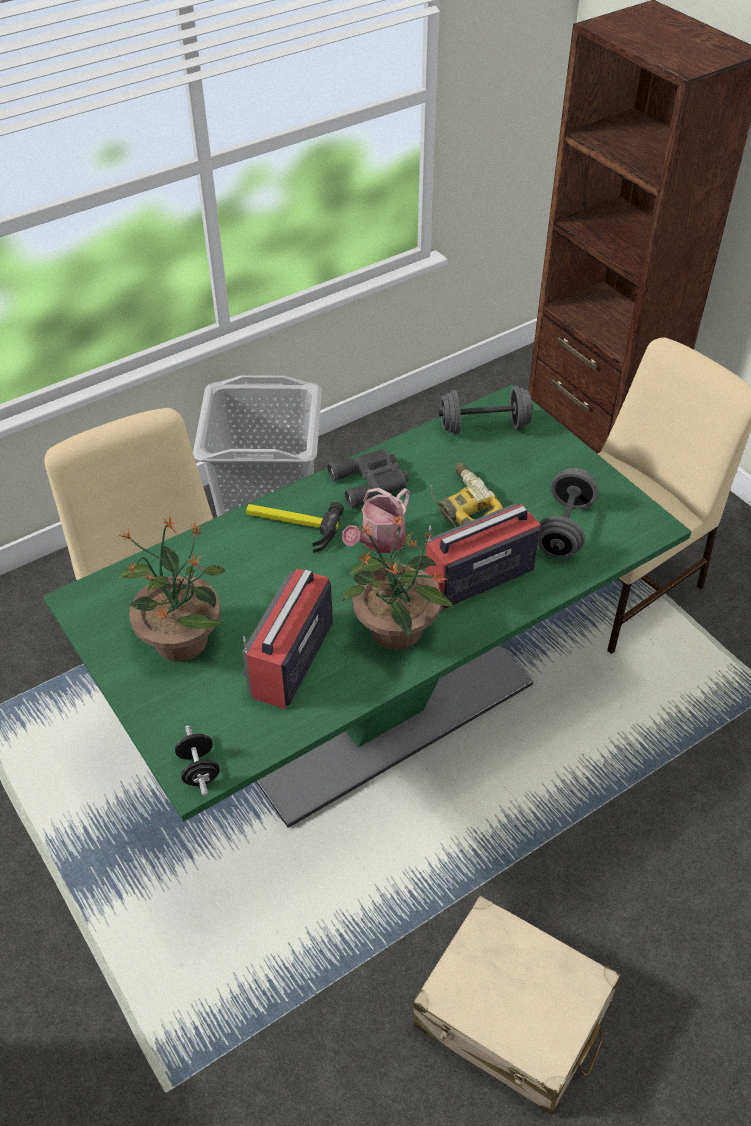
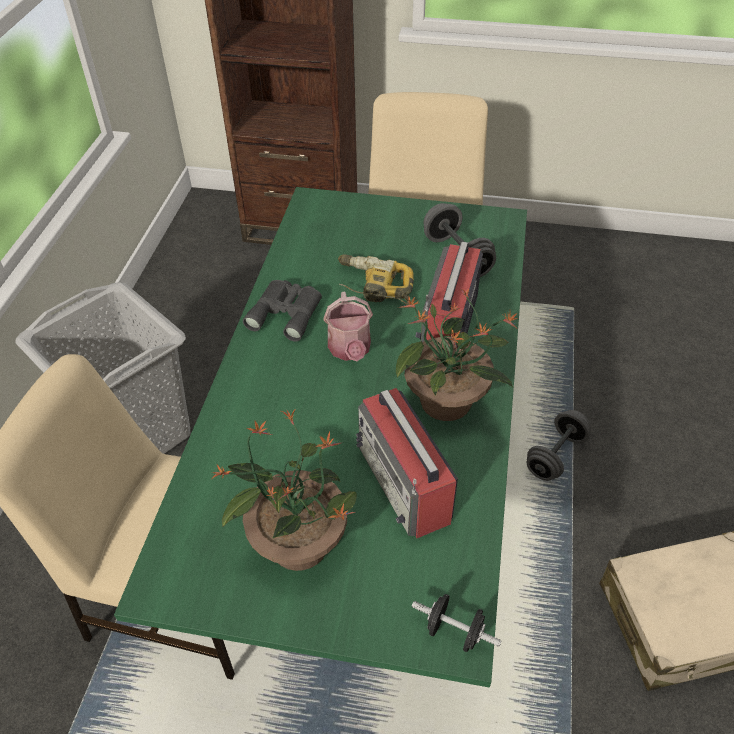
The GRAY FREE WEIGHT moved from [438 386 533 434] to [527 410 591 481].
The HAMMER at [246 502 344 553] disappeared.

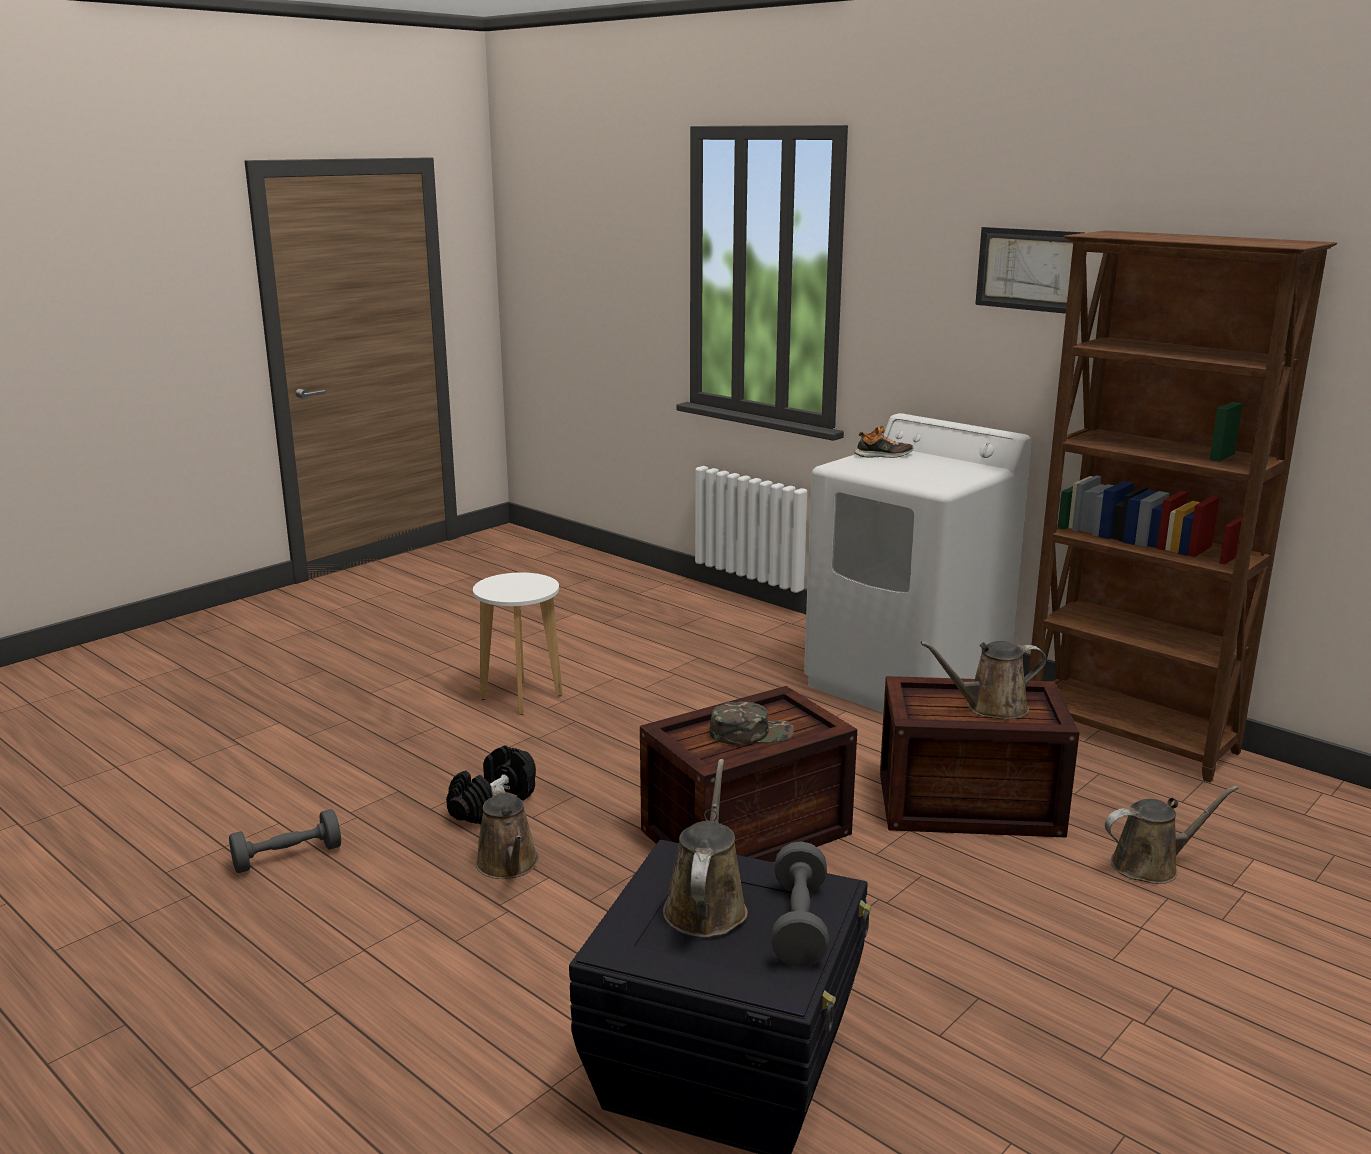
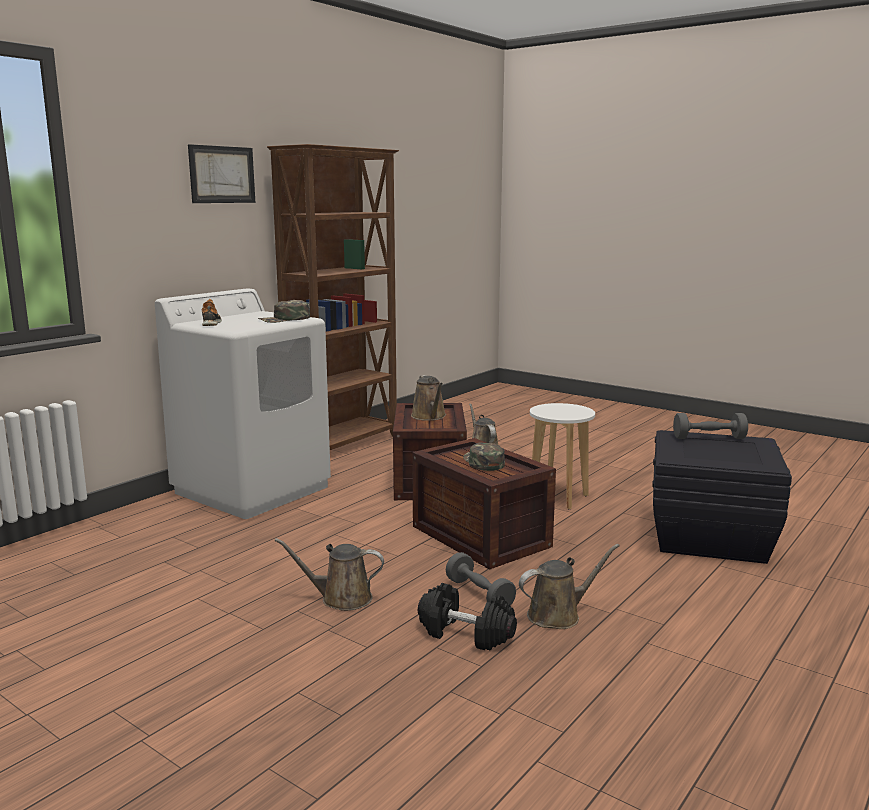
The WHITE SITTING STOOL moved from [473 573 563 715] to [530 403 595 509].
The BROWNISH WATERING POT moved from [663 759 748 937] to [275 538 384 611].
The GRAY FREE WEIGHT moved from [229 809 341 873] to [446 552 516 605].
The GREEN PEAKED CAP at [258 300 310 323] appeared.

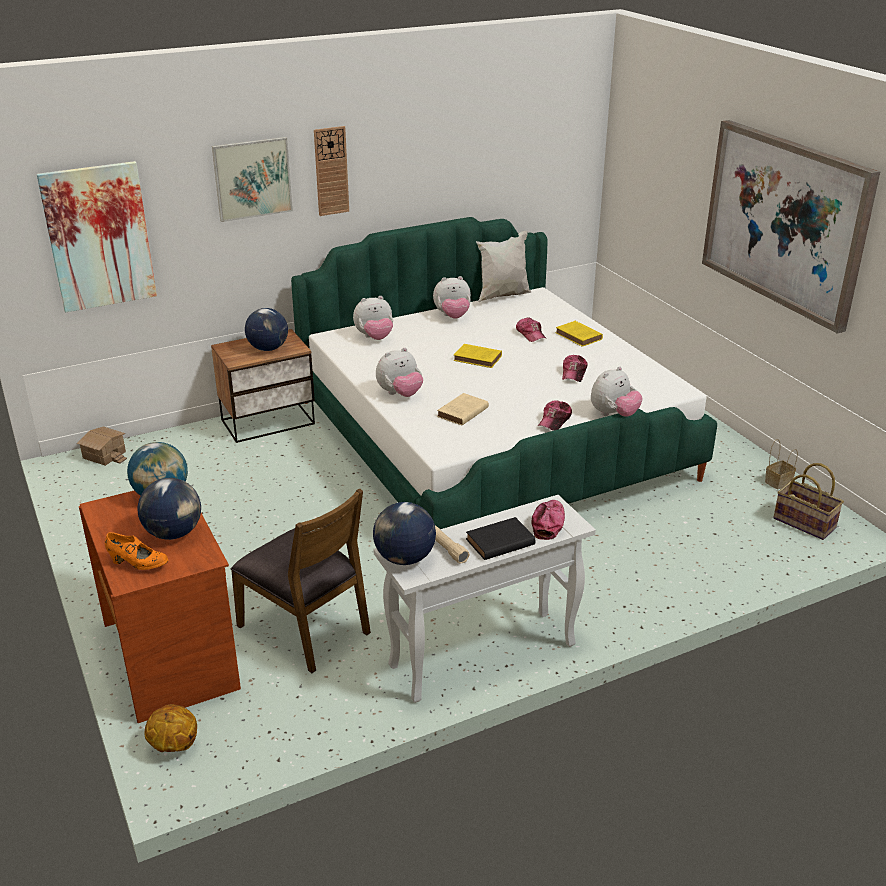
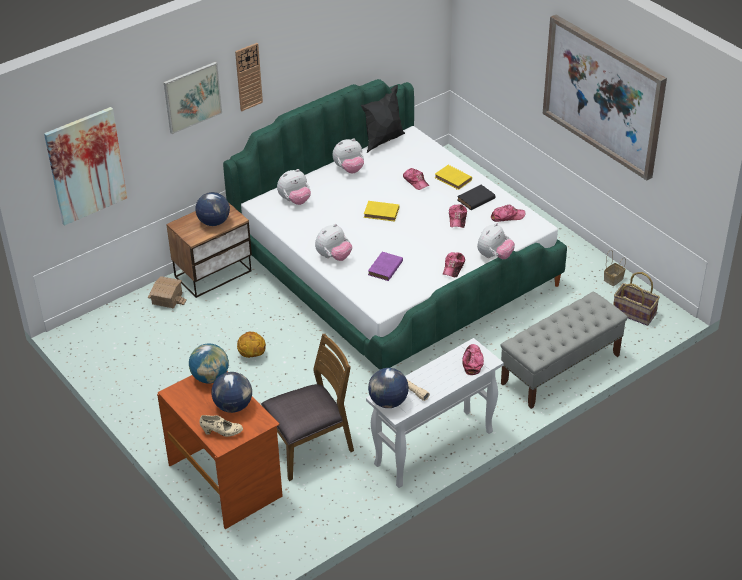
The WHITE CUSHION at [476 231 531 302] became the BLACK CUSHION at [361 85 405 153].
The SAND-COLOURED VOLUME at [437 393 489 426] became the PURPLE VOLUME at [368 252 403 281].
The MODEL HOUSE moved from [77 427 127 466] to [148 276 187 308].
The BROWNISH PLAIN CHAIR at [231 488 371 673] turned 60 degrees counterclockwise.
The BLACK VOLUME moved from [466 517 535 560] to [457 185 495 210].
The ORANGE SHOE at [105 532 168 570] became the SAND-COLOURED SHOE at [200 415 243 437].
The BALL FOR BASKETBALL moved from [145 704 197 752] to [237 332 266 358].
The PEAKED CAP at [491 204 525 222] appeared.
The GRAY BENCH at [501 292 628 409] appeared.

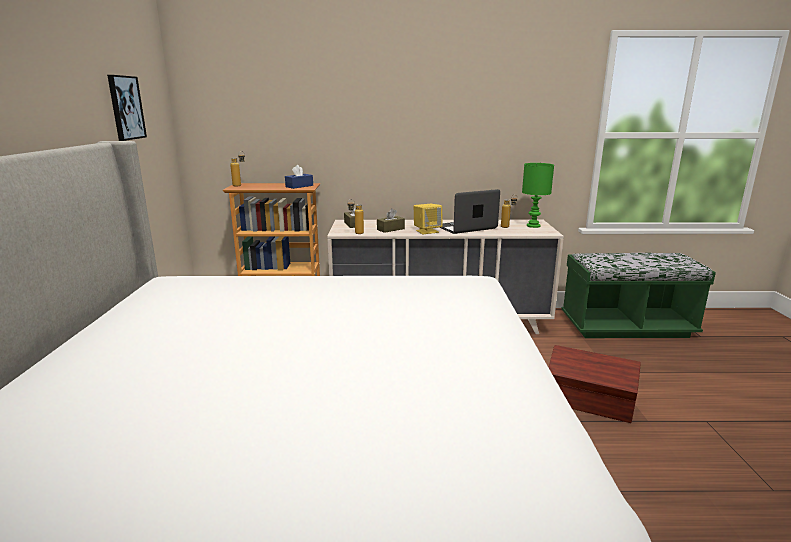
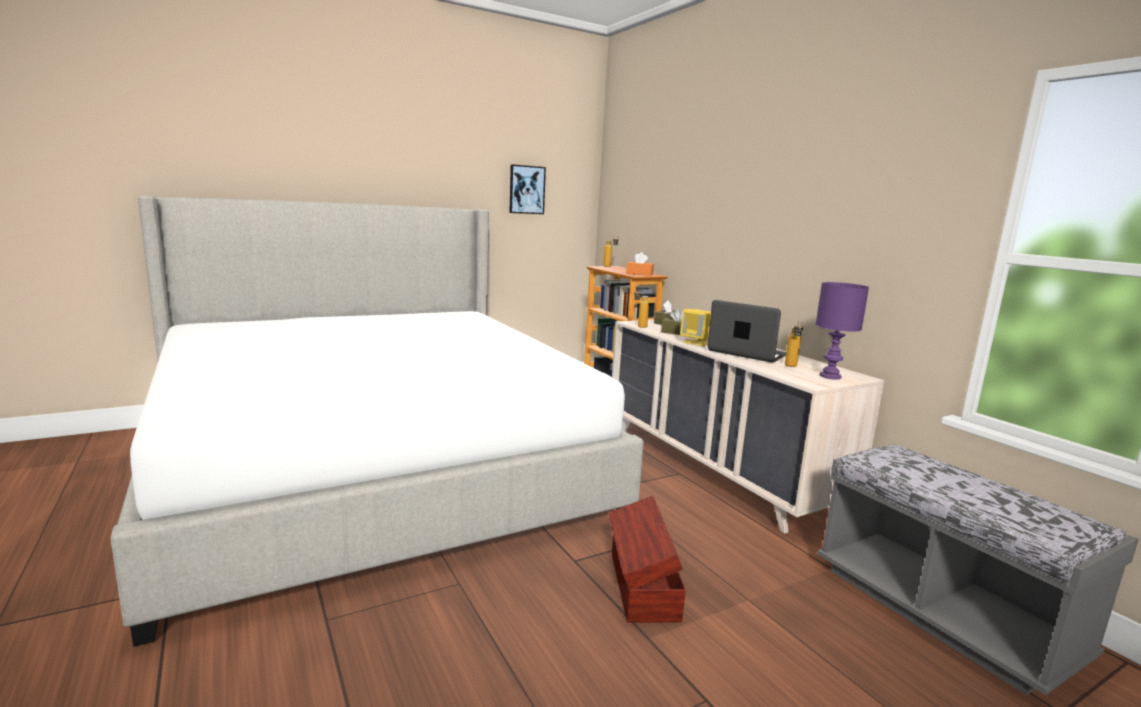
The GREEN TABLE LAMP at [522 163 554 228] became the PURPLE TABLE LAMP at [815 282 869 379].
The BLUE-COLOURED TISSUE BOX at [285 165 313 189] became the ORANGE TISSUE BOX at [626 252 654 276].
The GREEN BENCH at [561 253 716 338] became the GRAY BENCH at [817 444 1139 695].

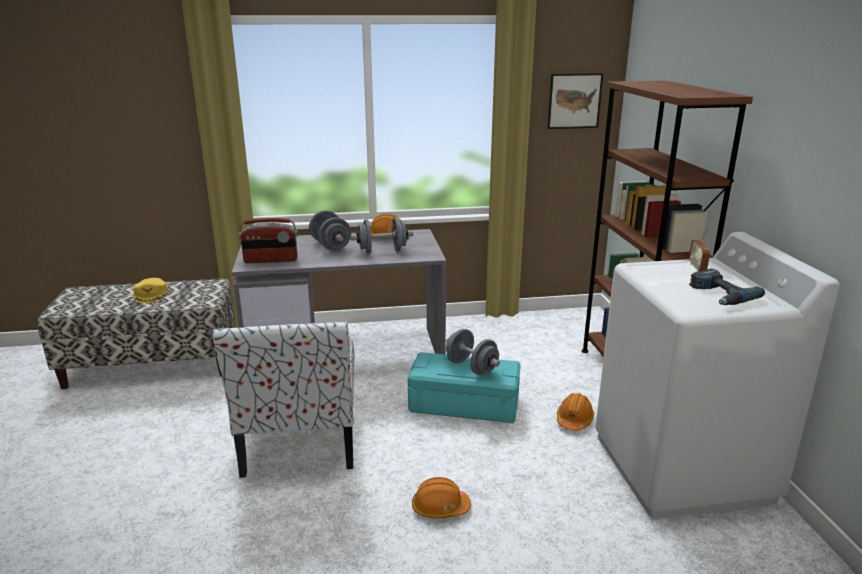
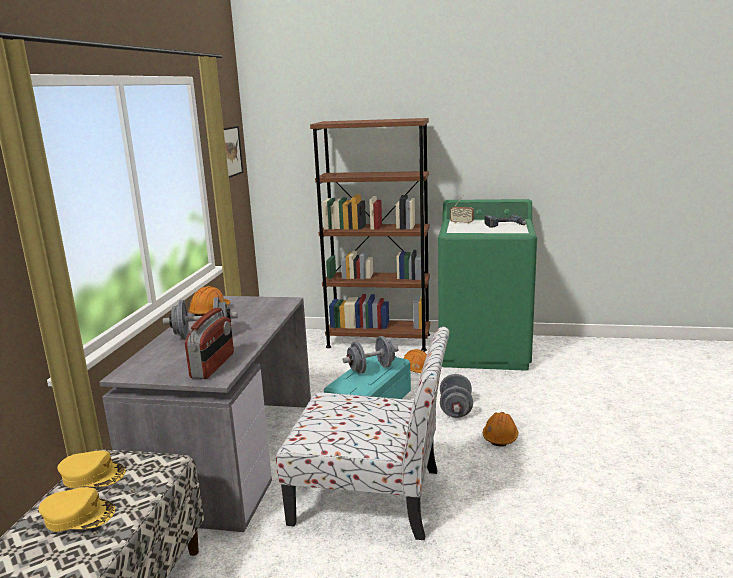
The GRAY FREE WEIGHT moved from [351 218 413 254] to [440 374 473 418].
The WHITE WASHING MACHINE at [595 232 840 519] became the GREEN WASHING MACHINE at [438 199 537 371].
The YELLOW PEAKED CAP at [57 450 126 488] appeared.

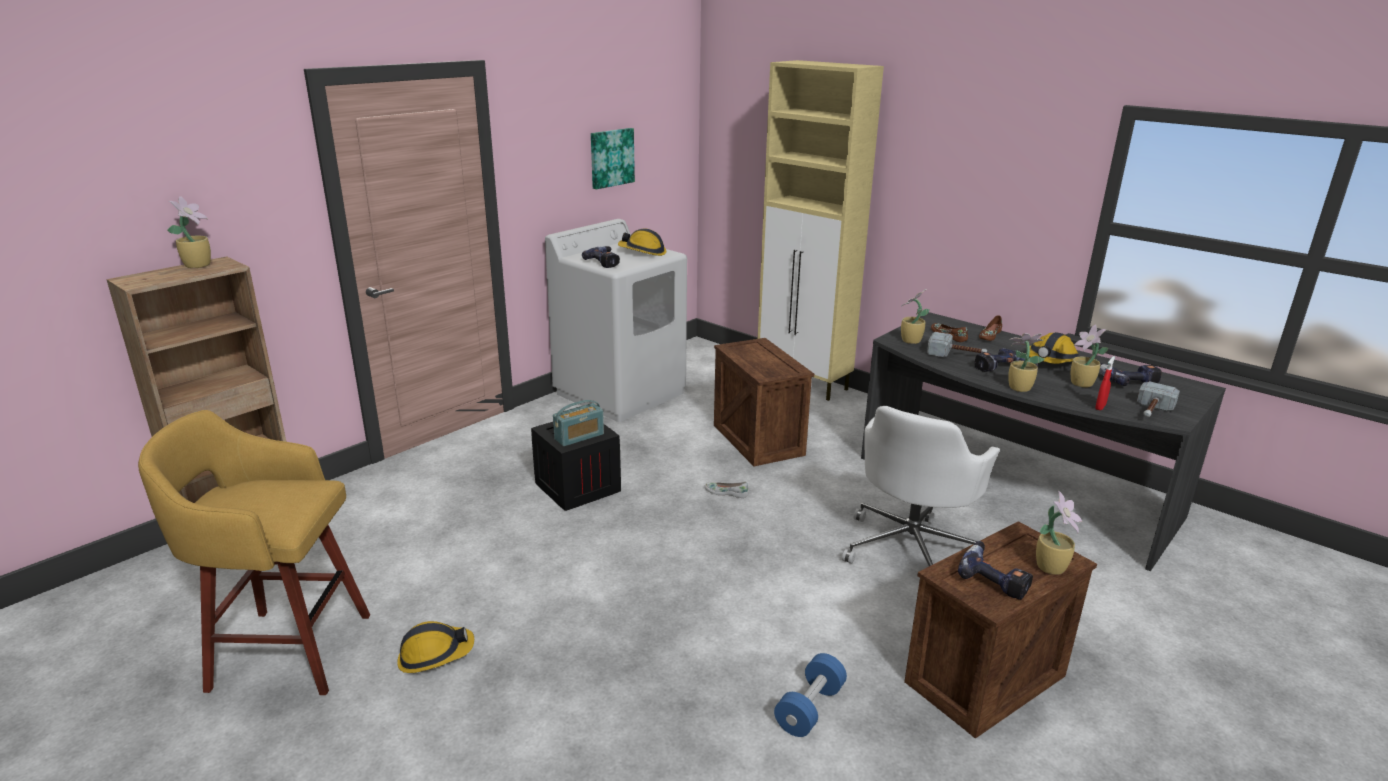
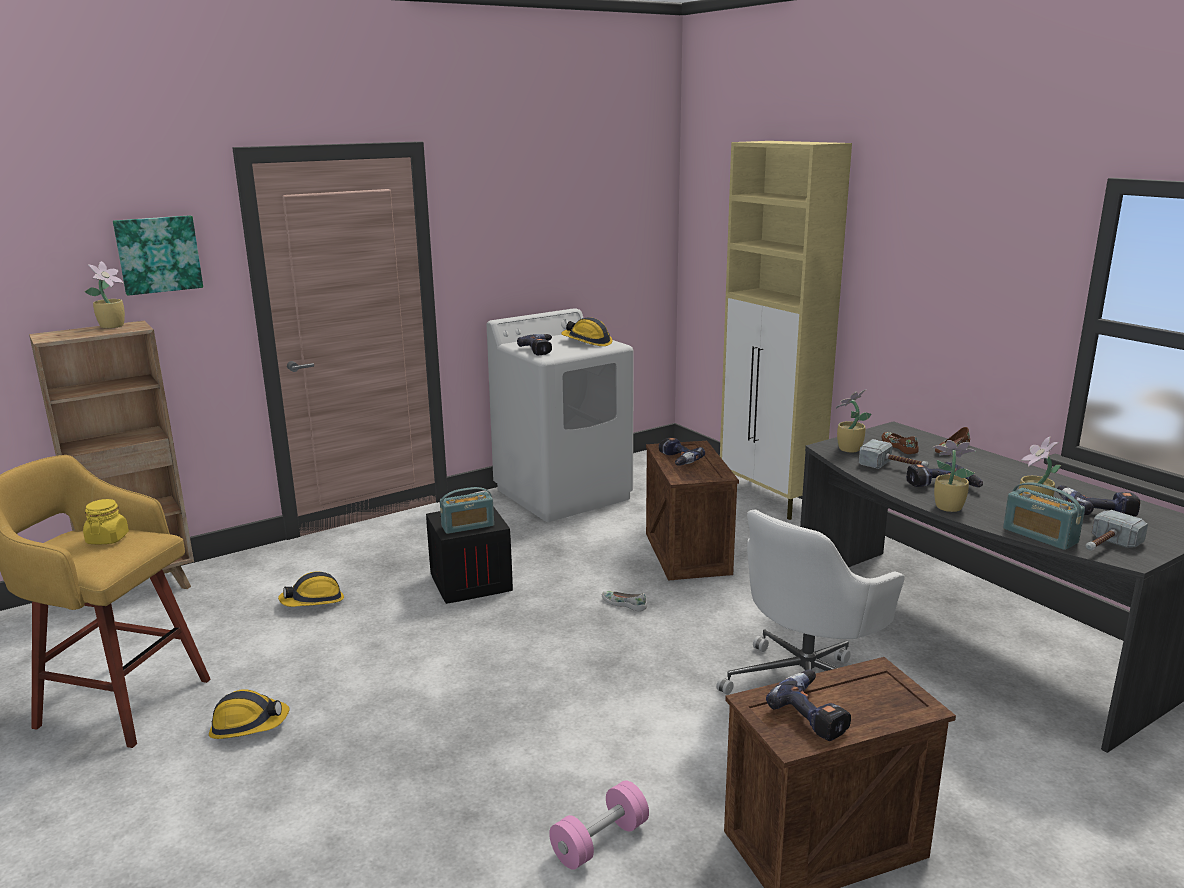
The WALL PICTURE moved from [591 128 635 189] to [113 215 203 296].
The WORK HELMET moved from [1029 332 1079 364] to [278 572 344 607].
The RED SPRAY BOTTLE at [1095 356 1115 410] was replaced by the RADIO RECEIVER at [1003 482 1085 550].
The HOUSEPLANT at [1036 491 1082 575] disappeared.
The BLUE-COLOURED FREE WEIGHT at [774 653 847 737] became the PINK-COLOURED FREE WEIGHT at [549 780 649 870].
The ELECTRIC DRILL at [659 437 705 466] appeared.
The YELLOW STORAGE JAR at [83 499 129 545] appeared.

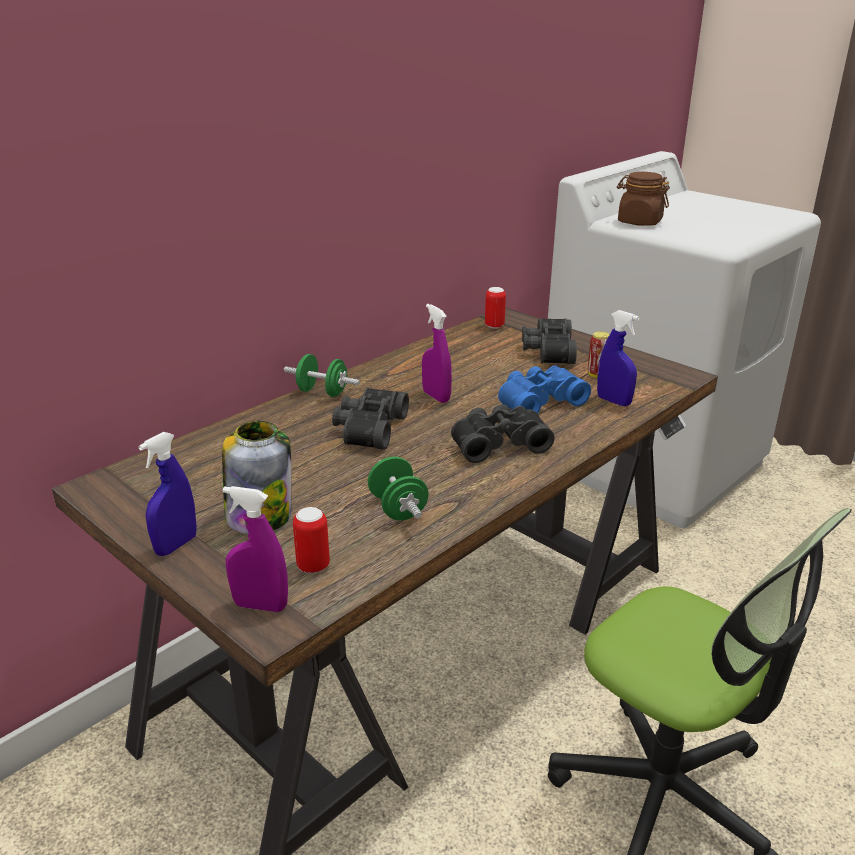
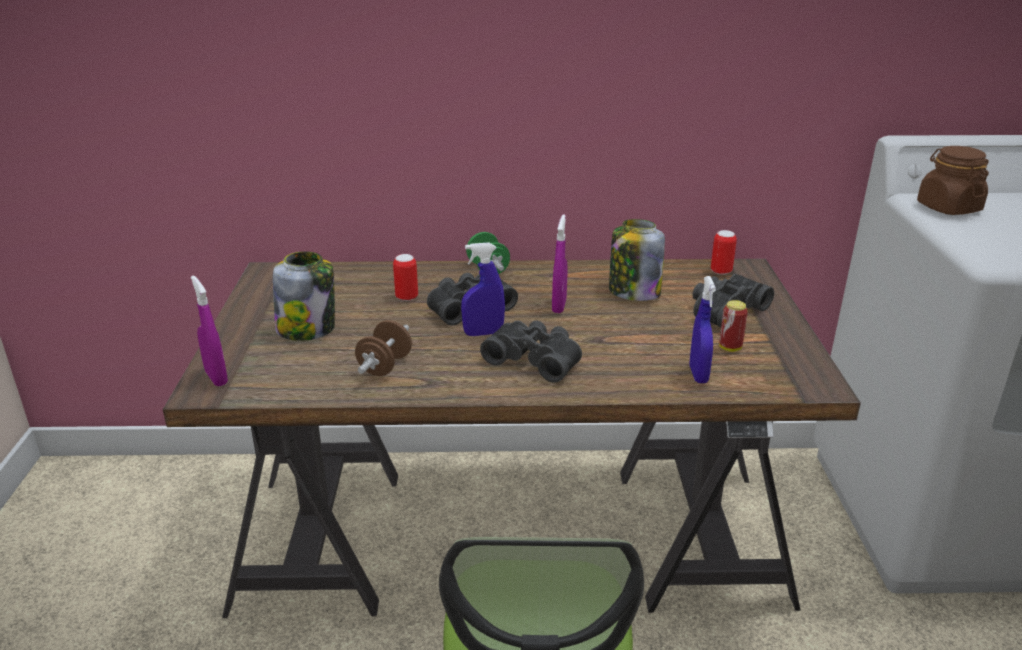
The BLUE-COLOURED PAIR OF BINOCULARS at [498 366 591 414] disappeared.
The BLUE-COLOURED SPRAY BOTTLE moved from [138 432 196 556] to [461 242 505 336].
The GREEN FREE WEIGHT at [368 456 429 520] became the BROWNISH FREE WEIGHT at [355 320 412 376].
The METAL CAN moved from [293 507 330 573] to [393 254 418 301].
The STORAGE JAR at [609 219 665 301] appeared.

